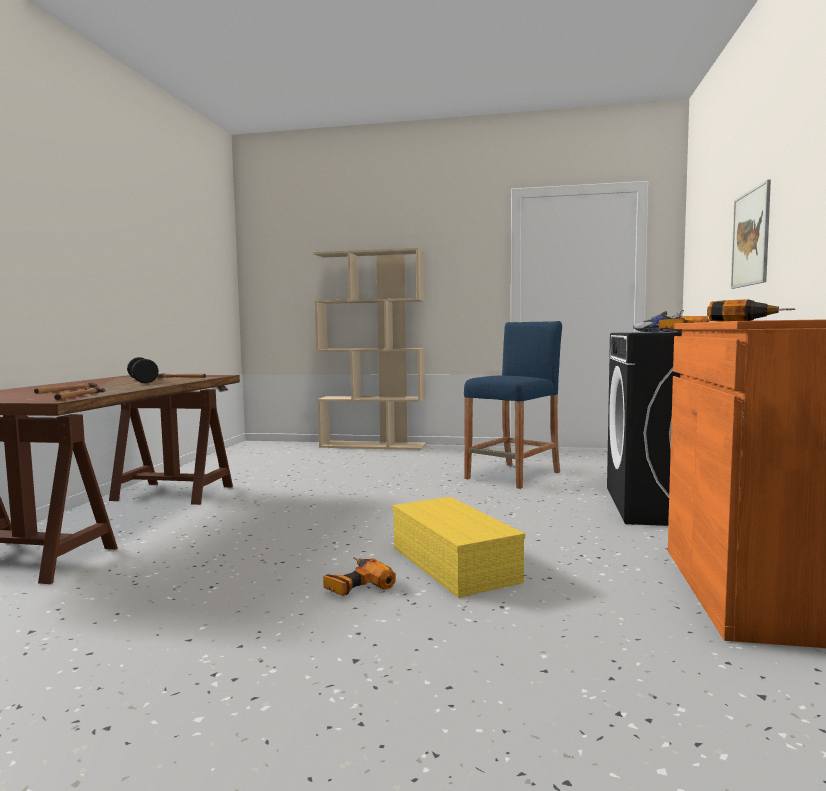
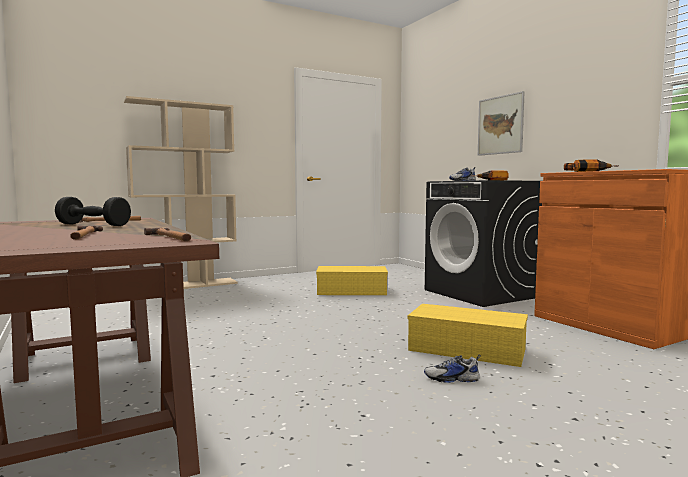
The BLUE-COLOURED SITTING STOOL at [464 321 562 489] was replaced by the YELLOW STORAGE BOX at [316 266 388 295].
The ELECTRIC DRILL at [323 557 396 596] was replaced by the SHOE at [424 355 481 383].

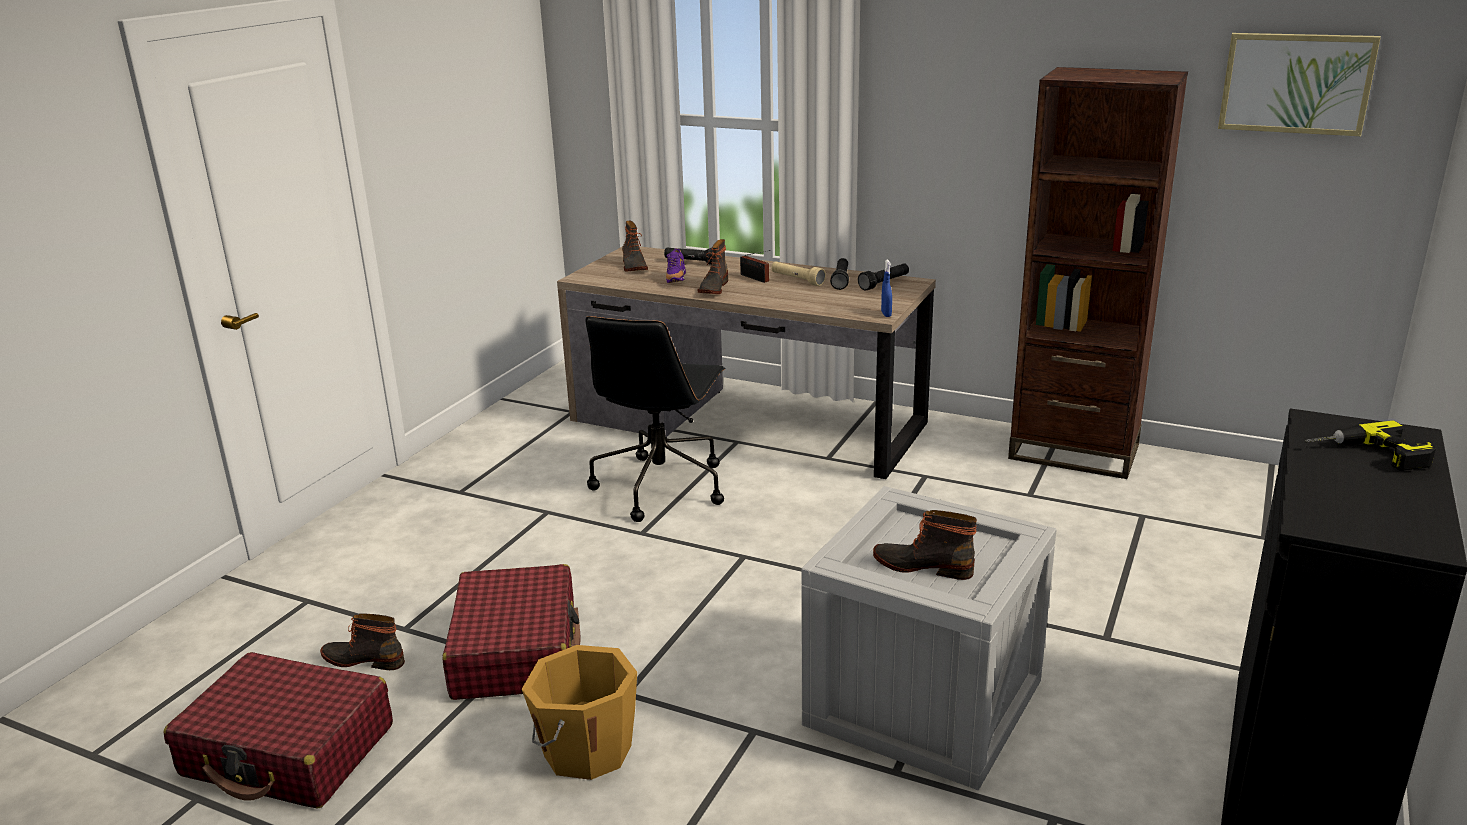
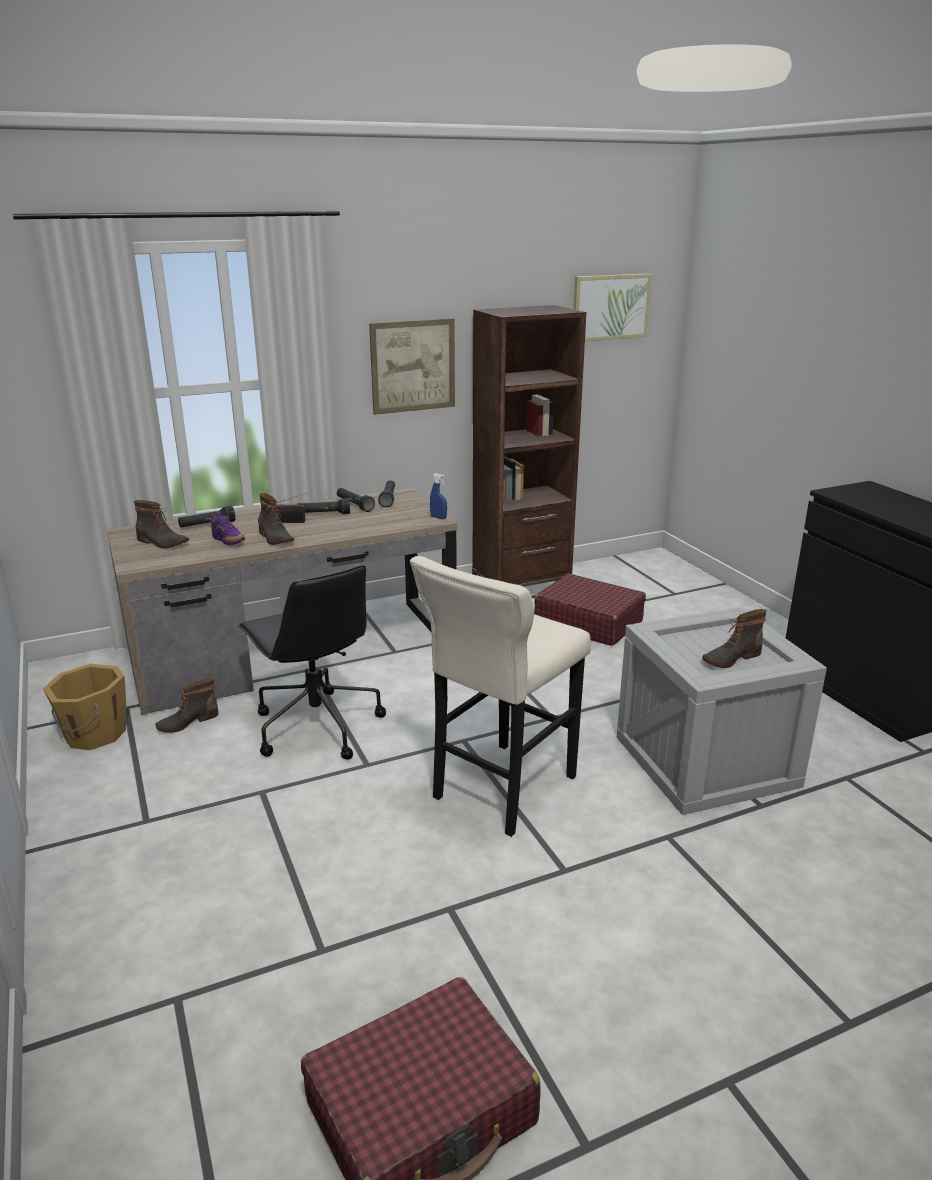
The SAND-COLOURED FLASHLIGHT at [771 262 826 286] became the BLACK FLASHLIGHT at [297 498 350 514].
The ELECTRIC DRILL at [1305 420 1436 471] disappeared.
The RED PIECE OF LUGGAGE moved from [443 564 580 700] to [534 574 646 646].
The TALL BOOT moved from [320 613 405 670] to [155 678 219 733].
The ORANGE BUCKET moved from [522 645 637 780] to [43 664 126 750].
The WALL PICTURE at [369 318 455 415] appeared.
The SAND-COLOURED SITTING STOOL at [410 556 591 837] appeared.

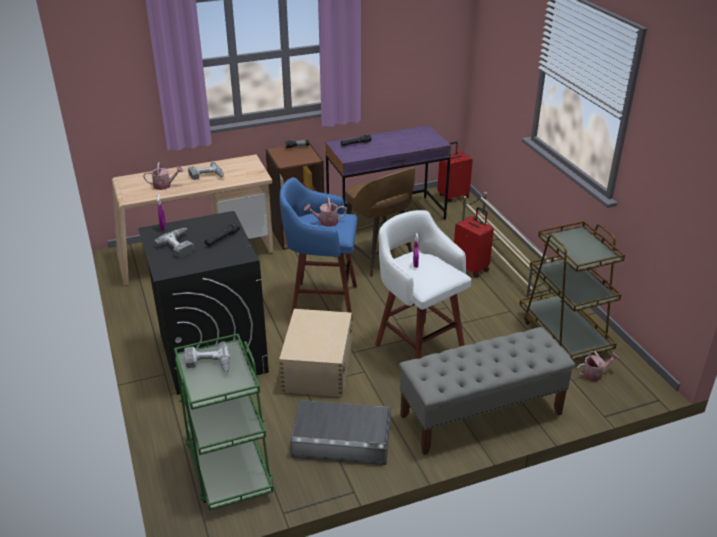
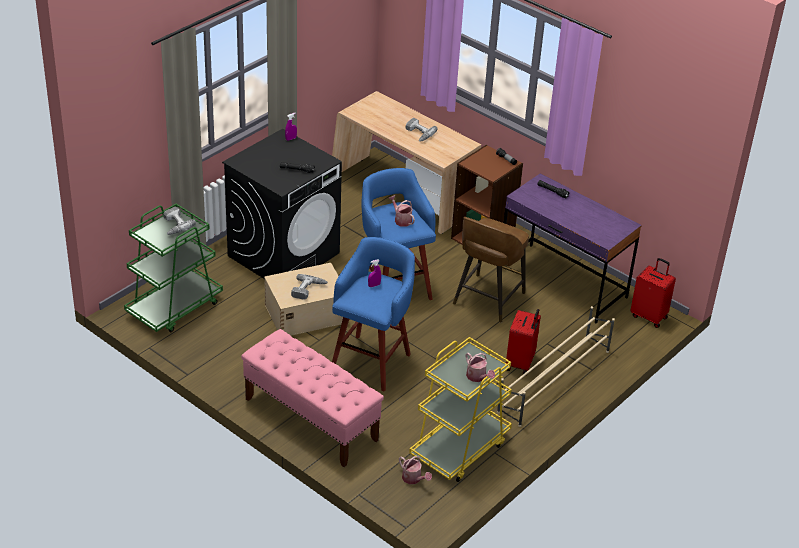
The WATERING POT moved from [143 162 184 190] to [466 352 495 382].
The WHITE SITTING STOOL at [375 210 471 359] became the BLUE-COLOURED SITTING STOOL at [332 237 415 392].
The BROWNISH WHEELED CART at [519 221 625 360] became the YELLOW WHEELED CART at [409 337 512 482].
The ELECTRIC DRILL moved from [154 228 194 258] to [291 274 328 300].
The GRAY BENCH at [399 327 575 455] became the PINK-COLOURED BENCH at [241 329 384 467].
The GRAY STORAGE BOX at [290 400 391 465] disappeared.

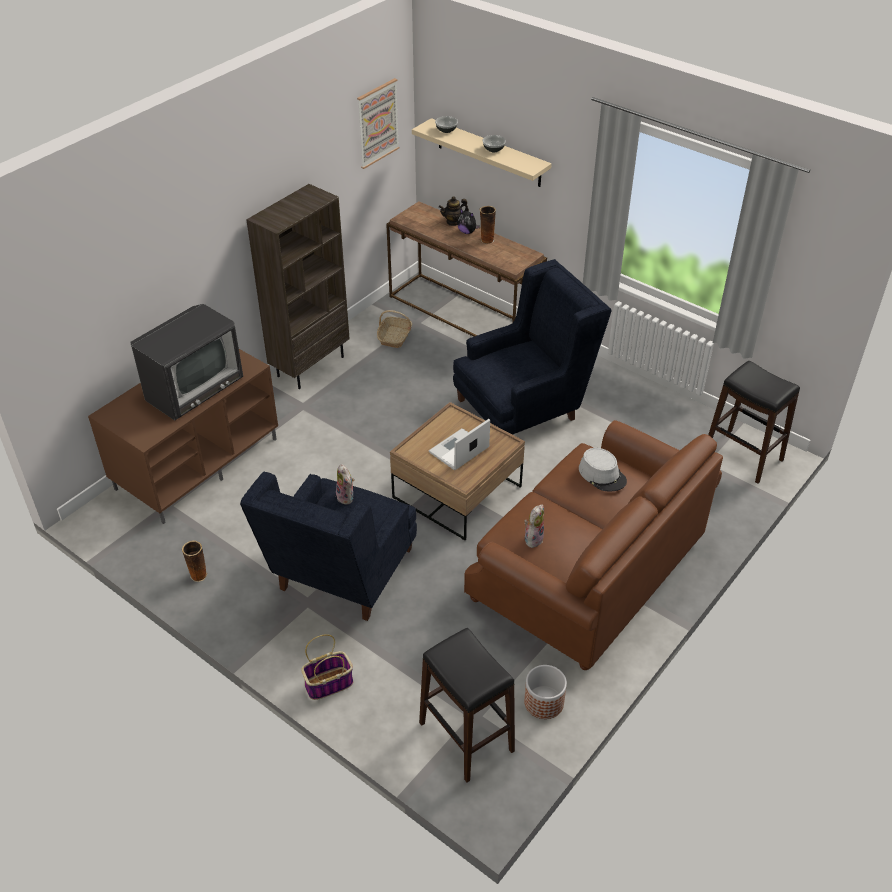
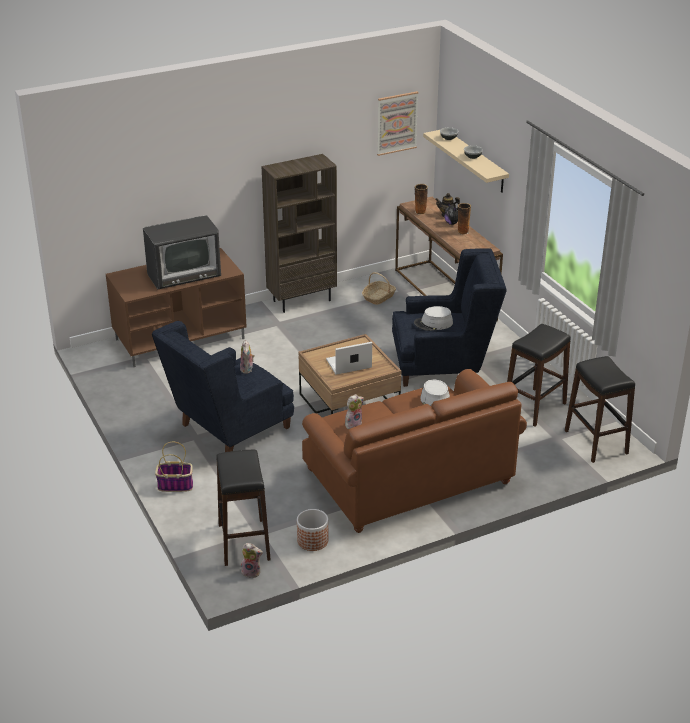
The FLOWER VASE moved from [182 540 207 582] to [415 184 428 215].
The GRAY WEARABLE HAT at [414 306 453 331] appeared.
The BLACK SITTING STOOL at [507 324 571 427] appeared.
The PLUSH TOY at [241 543 263 578] appeared.

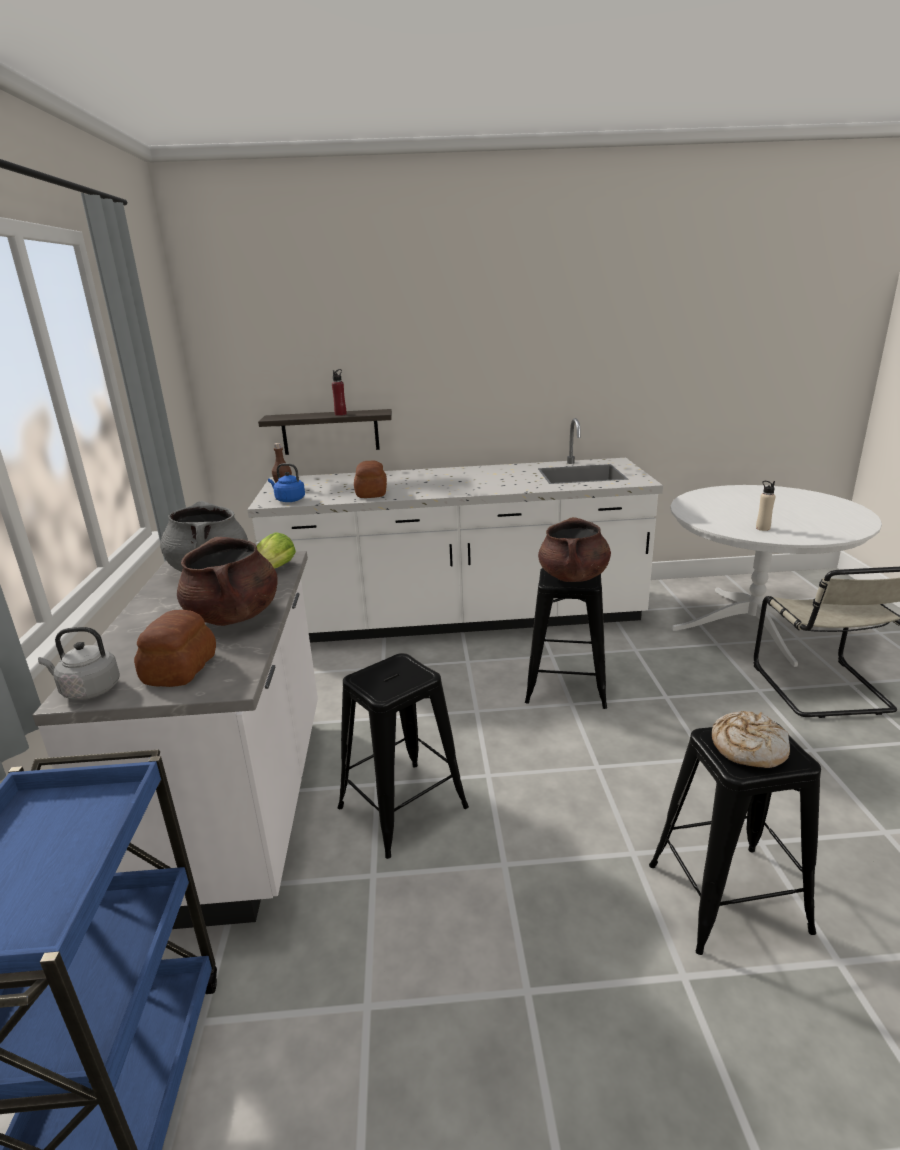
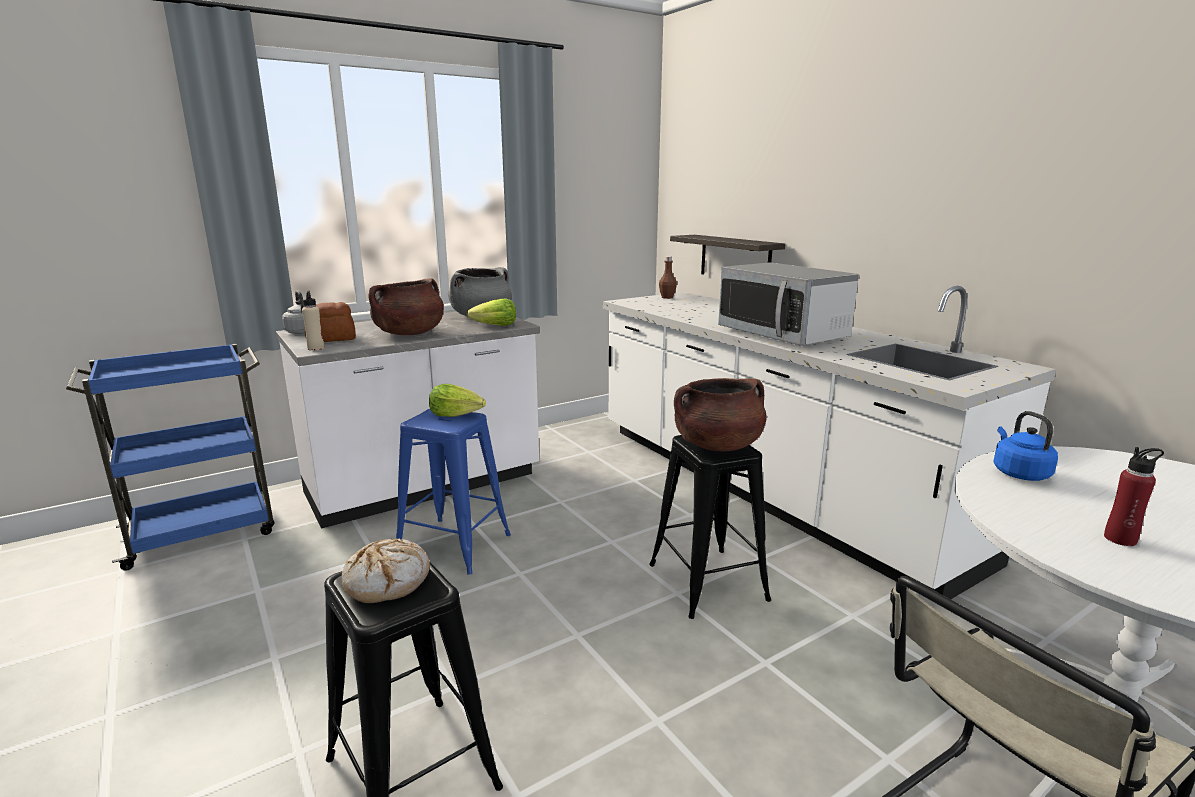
The RED BEVERAGE BOTTLE moved from [332 369 347 416] to [1104 447 1164 546].
The BREAD at [354 460 387 498] disappeared.
The BLUE-COLOURED TEA KETTLE moved from [268 463 305 502] to [993 411 1058 481].
The SAND-COLOURED BEVERAGE BOTTLE moved from [756 481 775 531] to [302 290 324 351].
The BLACK SITTING STOOL at [338 653 469 859] became the BLUE-COLOURED SITTING STOOL at [396 409 511 575].
The MICROWAVE OVEN at [718 262 859 346] appeared.
The HEAD OF LETTUCE at [429 384 486 417] appeared.

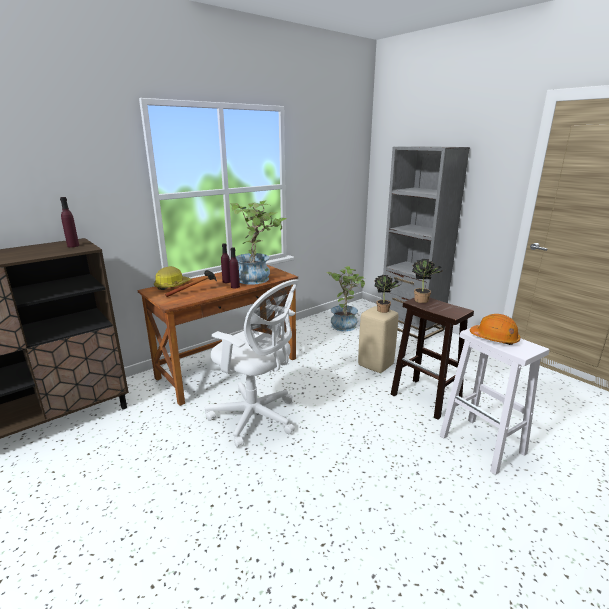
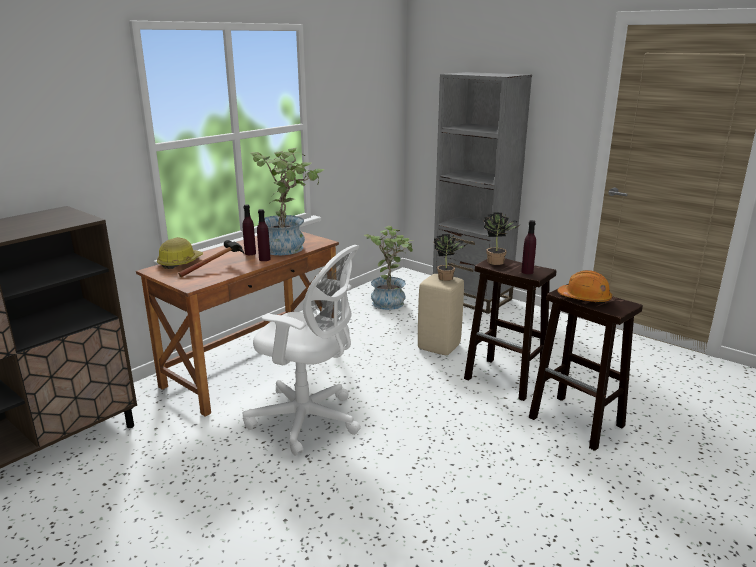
The PURPLE BEVERAGE BOTTLE moved from [60 197 79 247] to [521 220 536 274].
The WHITE SITTING STOOL at [440 328 549 475] became the BROWNISH SITTING STOOL at [529 284 643 451].

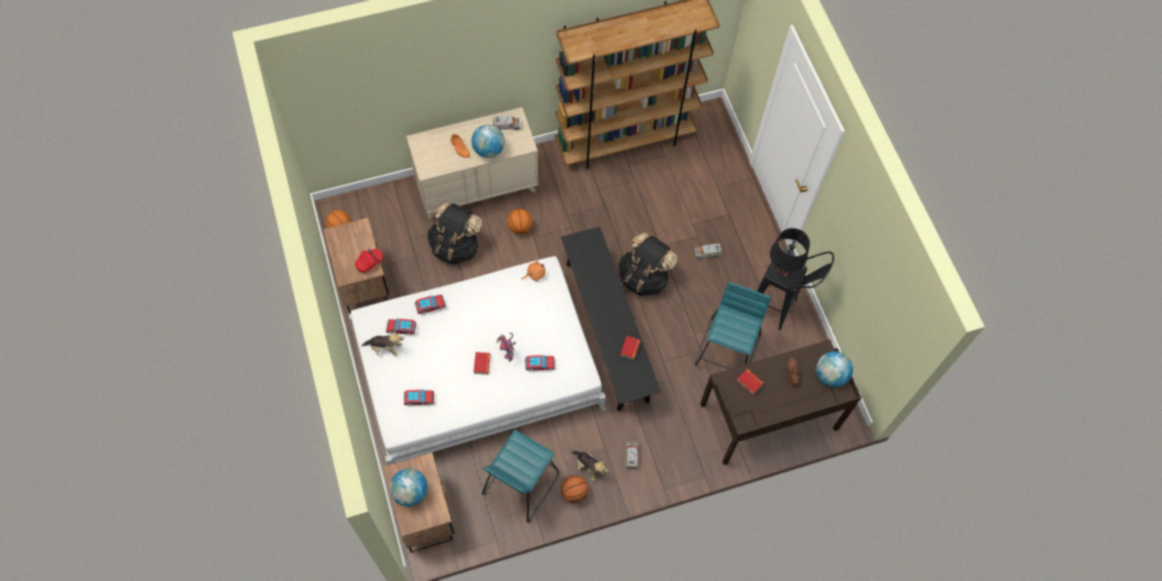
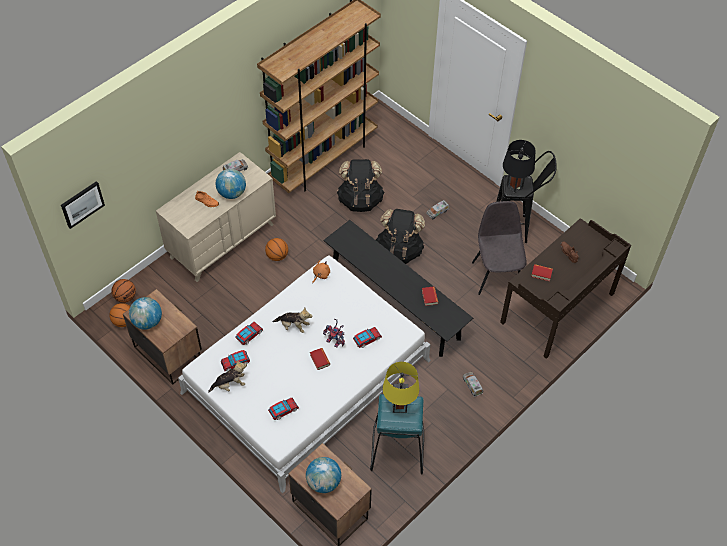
The BLACK RUCKSACK moved from [428 202 482 265] to [337 159 384 212].
The RED PEAKED CAP at [355 249 383 273] disappeared.
The BLUE-GREEN SITTING STOOL at [695 282 771 369] was replaced by the GRAY PLAIN CHAIR at [472 201 527 295].
The DESK GLOBE moved from [816 351 853 387] to [129 297 162 330].
The PLUSH TOY moved from [570 451 608 481] to [273 308 313 333].
The BALL FOR BASKETBALL moved from [561 475 589 504] to [112 279 136 303].
The WALL PICTURE at [61 181 105 229] appeared.
The YELLOW TABLE LAMP at [383 362 419 413] appeared.

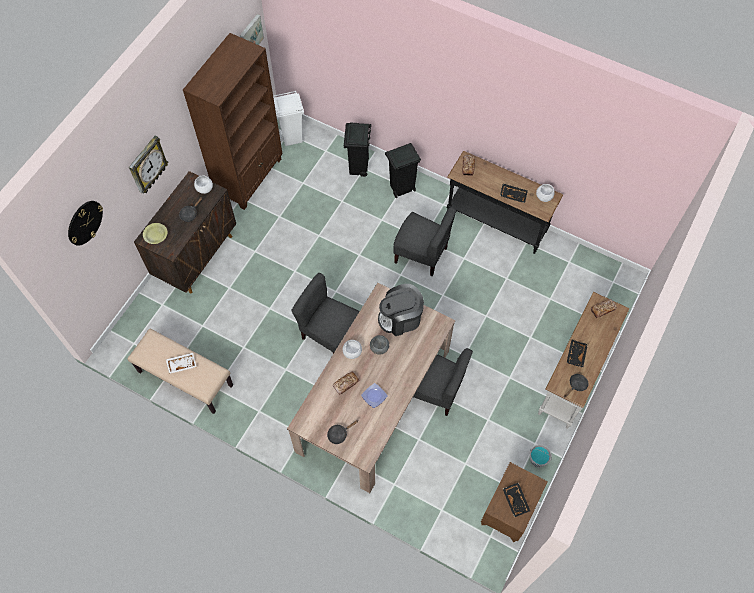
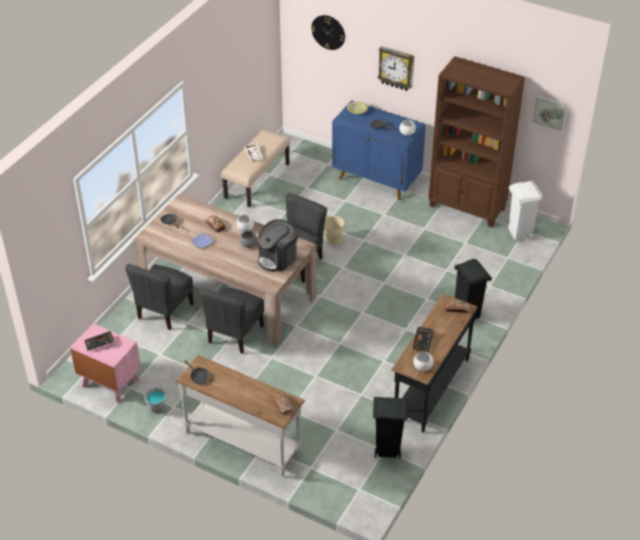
The BLACK TRASH CAN moved from [344 123 371 177] to [373 397 408 459].
The BROWNISH CABINET at [134 171 236 293] became the BLUE-COLOURED CABINET at [332 100 426 200].
The GRAY PLAIN CHAIR moved from [393 207 456 277] to [125 264 194 330].
The COFFEE MACHINE at [378 284 424 336] turned 120 degrees counterclockwise.
The BLACK CARRYING TRAY at [567 340 588 368] disappeared.
The BROWNISH NIGHTSTAND at [481 462 548 543] became the PINK-COLOURED NIGHTSTAND at [70 323 141 403].
The SAND-COLOURED BUCKET at [324 215 344 245] appeared.

